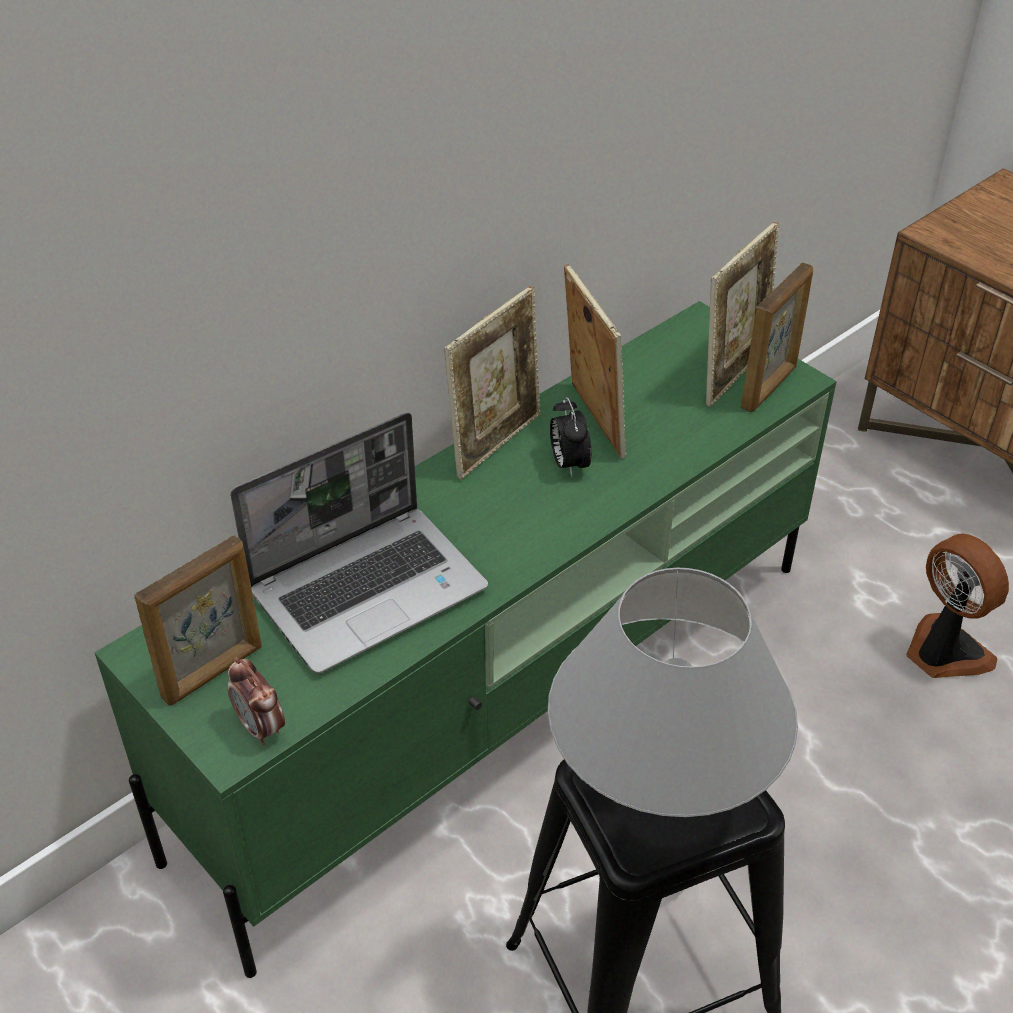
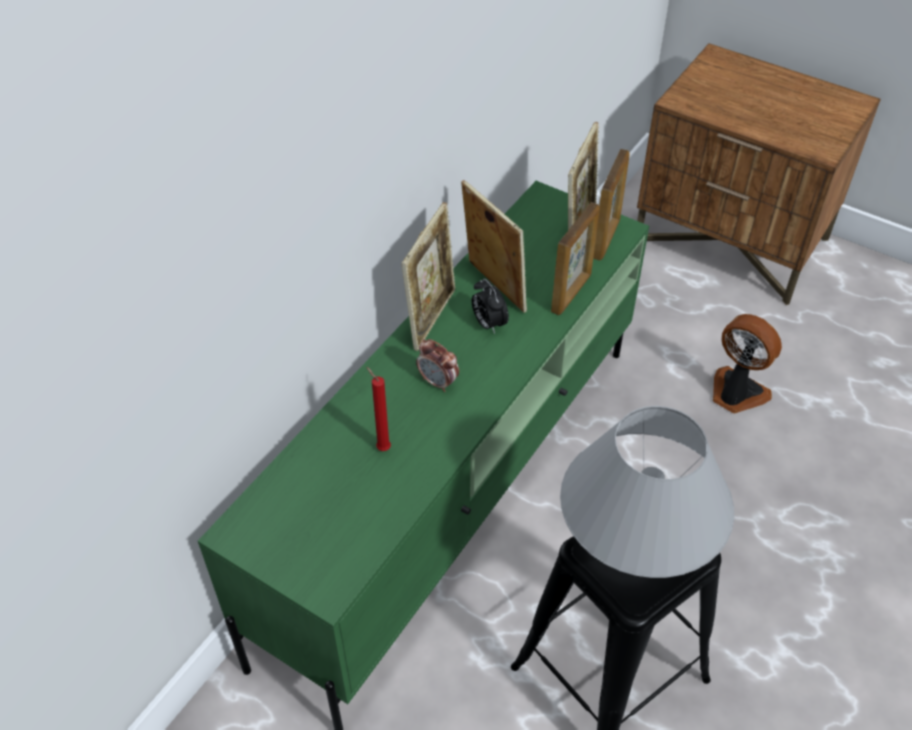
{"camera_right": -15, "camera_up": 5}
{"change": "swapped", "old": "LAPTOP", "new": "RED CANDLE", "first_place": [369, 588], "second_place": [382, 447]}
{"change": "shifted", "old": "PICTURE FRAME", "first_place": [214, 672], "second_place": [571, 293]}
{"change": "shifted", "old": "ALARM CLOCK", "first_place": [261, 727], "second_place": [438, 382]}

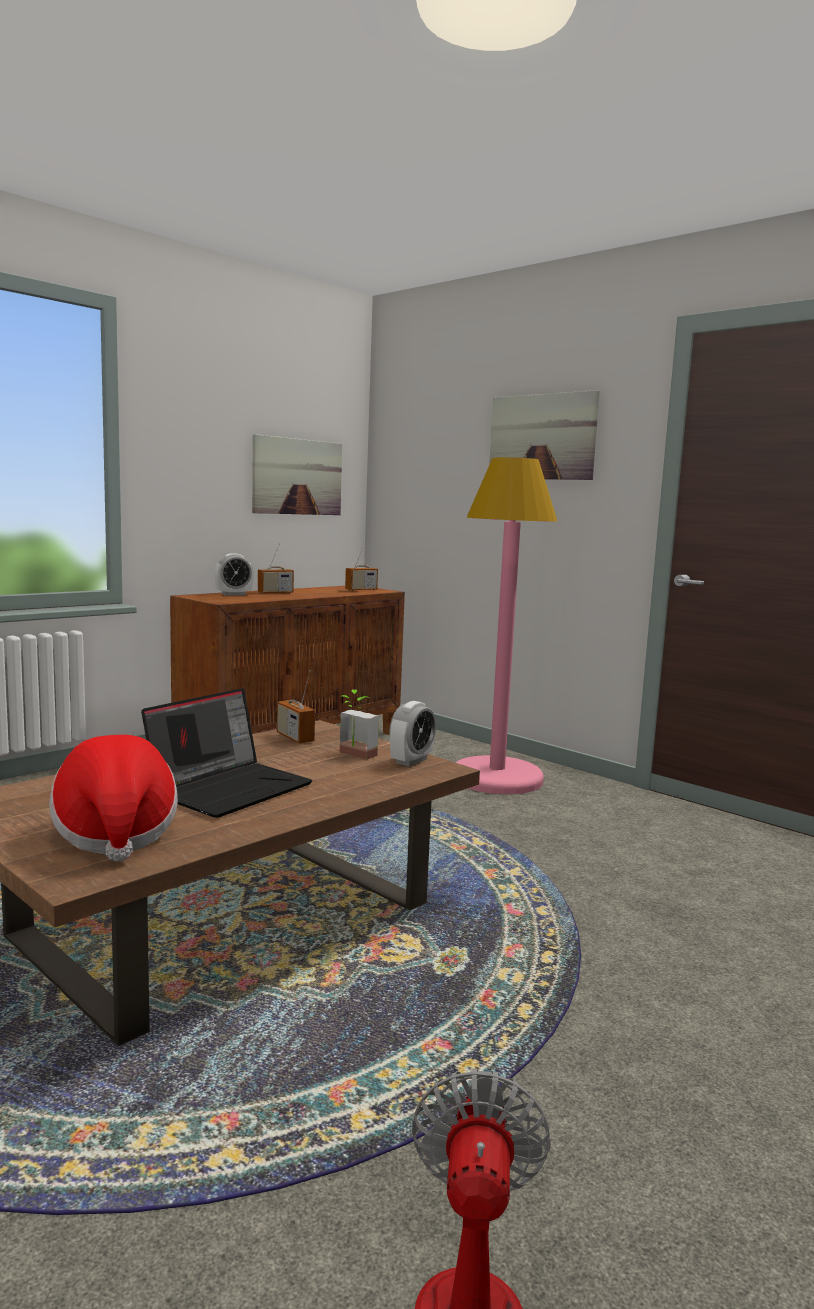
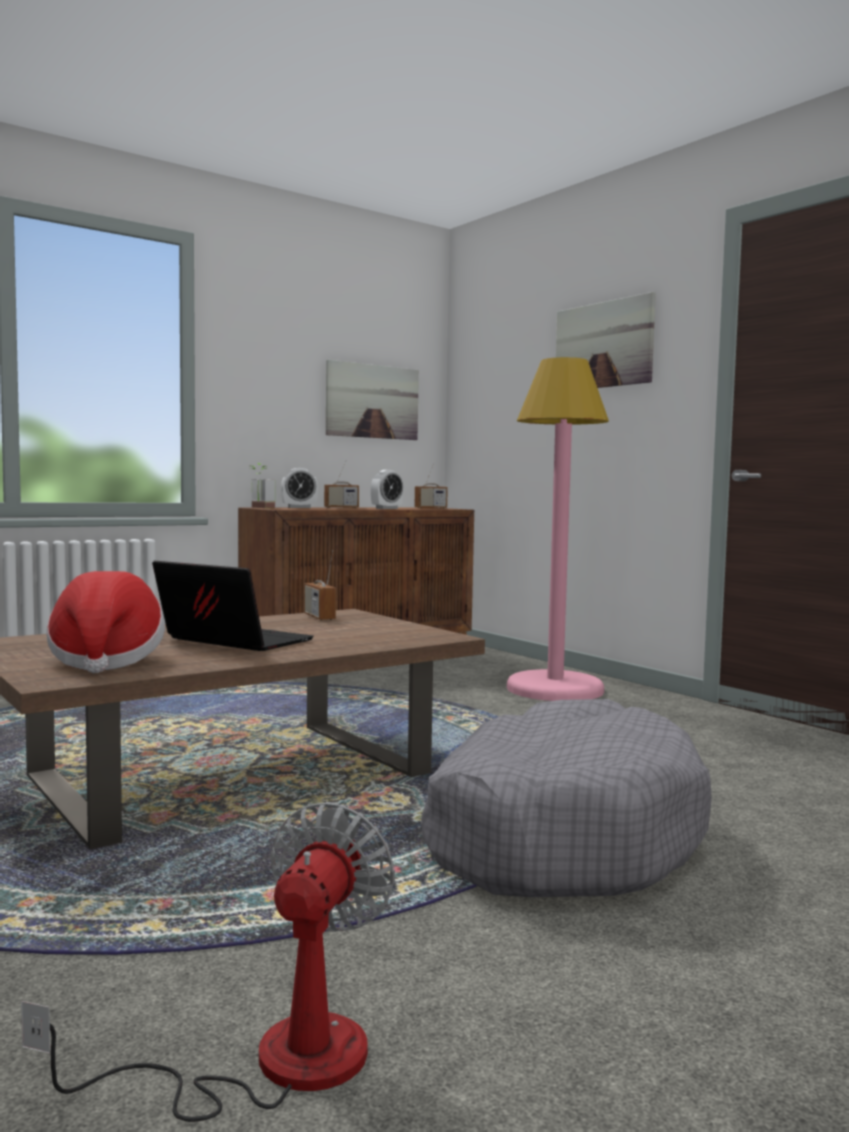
{"camera_right": 10, "camera_up": -5}
{"change": "rotated", "old": "LAPTOP", "first_place": [230, 788], "second_place": [231, 641], "degrees": -105}
{"change": "shifted", "old": "POTTED PLANT", "first_place": [353, 755], "second_place": [259, 507]}
{"change": "shifted", "old": "ALARM CLOCK", "first_place": [411, 761], "second_place": [386, 508]}
{"change": "new", "new": "GREY DOG BED", "second_place": [559, 834]}

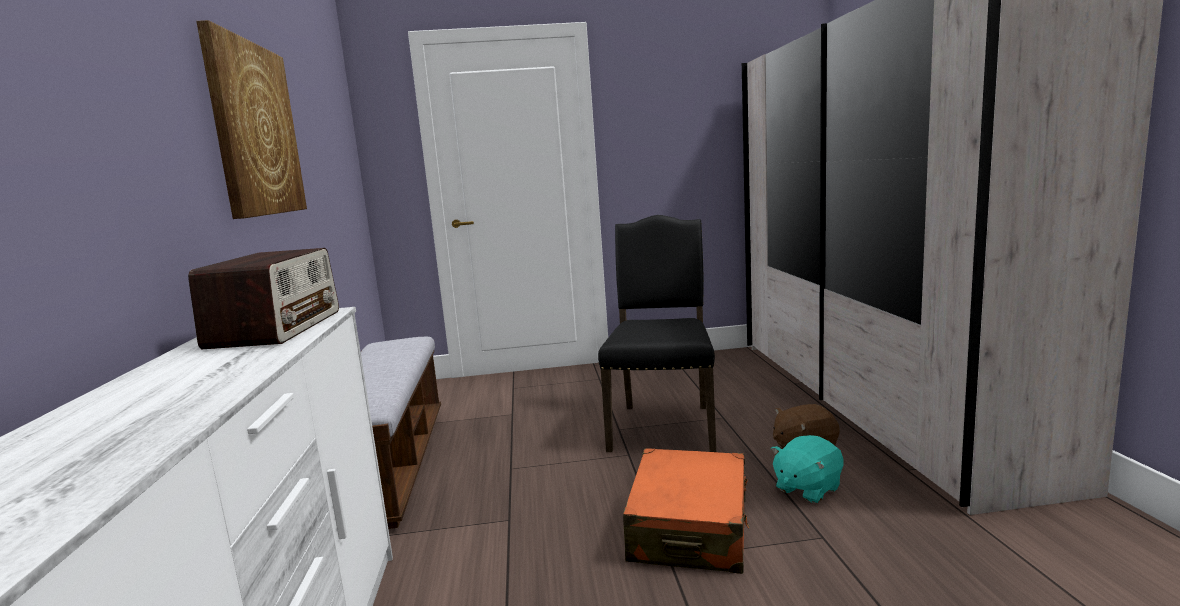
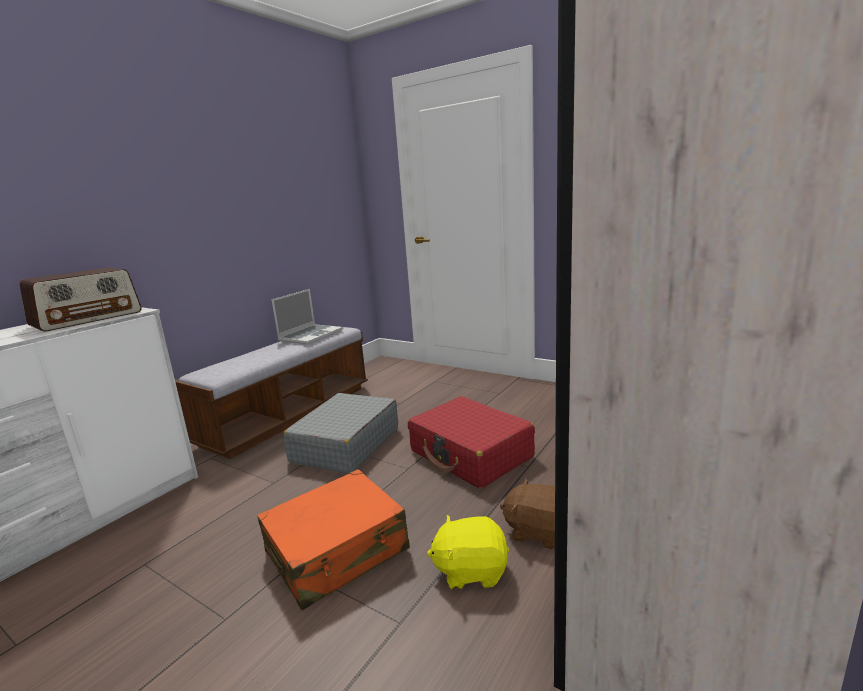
{"camera_right": 40, "camera_up": 5}
{"change": "gone", "old": "PICTURE", "first_place": [254, 130]}
{"change": "swapped", "old": "BLACK CHAIR", "new": "RED SUITCASE", "first_place": [663, 426], "second_place": [471, 454]}
{"change": "repainted", "old": "TURQUOISE PLUSH TOY", "new": "YELLOW PLUSH TOY", "first_place": [807, 488], "second_place": [471, 570]}
{"change": "new", "new": "LAPTOP", "second_place": [311, 335]}
{"change": "new", "new": "GREY SUITCASE", "second_place": [345, 445]}

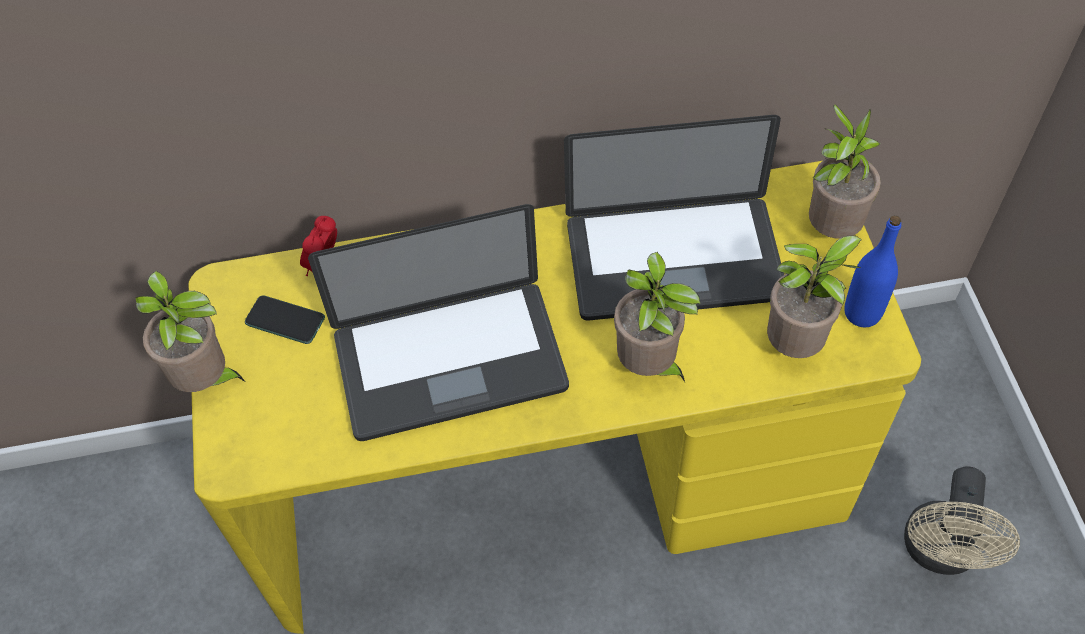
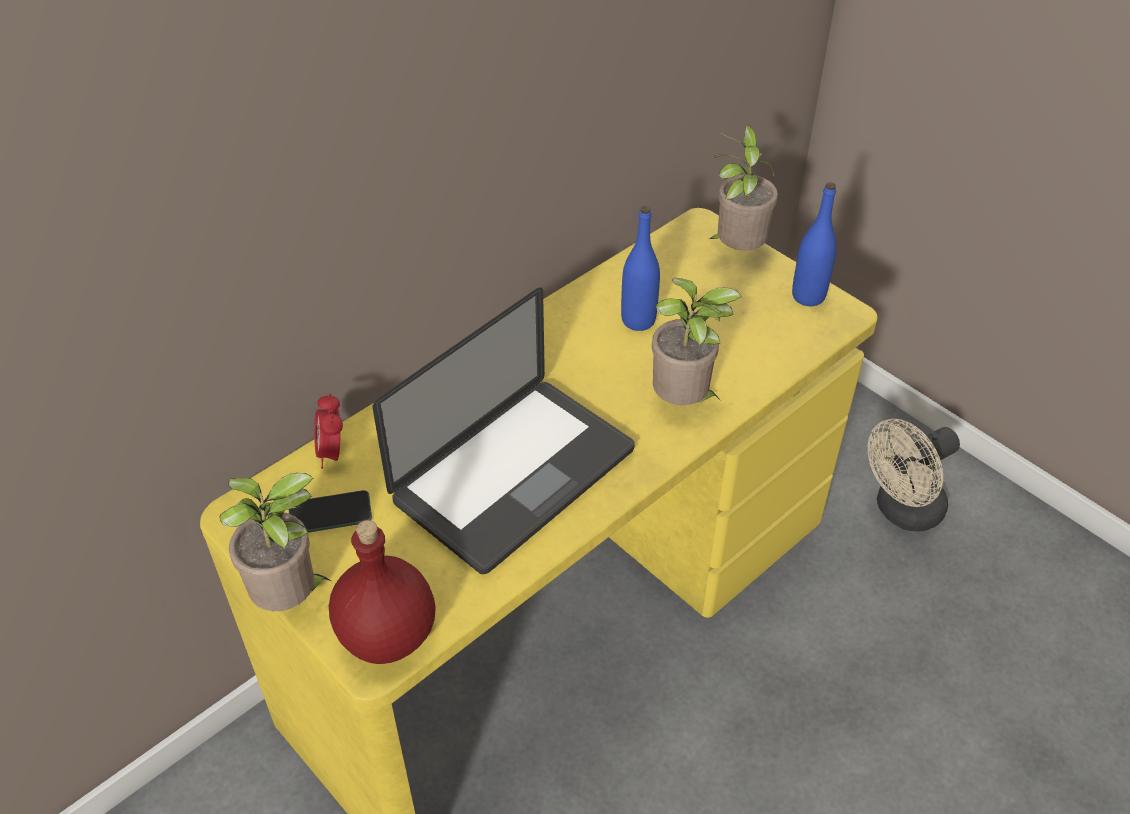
{"camera_right": -35, "camera_up": -10}
{"change": "swapped", "old": "LAPTOP", "new": "BLUE BOTTLE", "first_place": [674, 260], "second_place": [638, 320]}
{"change": "gone", "old": "POTTED PLANT", "first_place": [797, 345]}
{"change": "rotated", "old": "BEIGE FAN", "first_place": [940, 553], "second_place": [901, 511], "degrees": 75}
{"change": "new", "new": "RED BOTTLE", "second_place": [389, 635]}

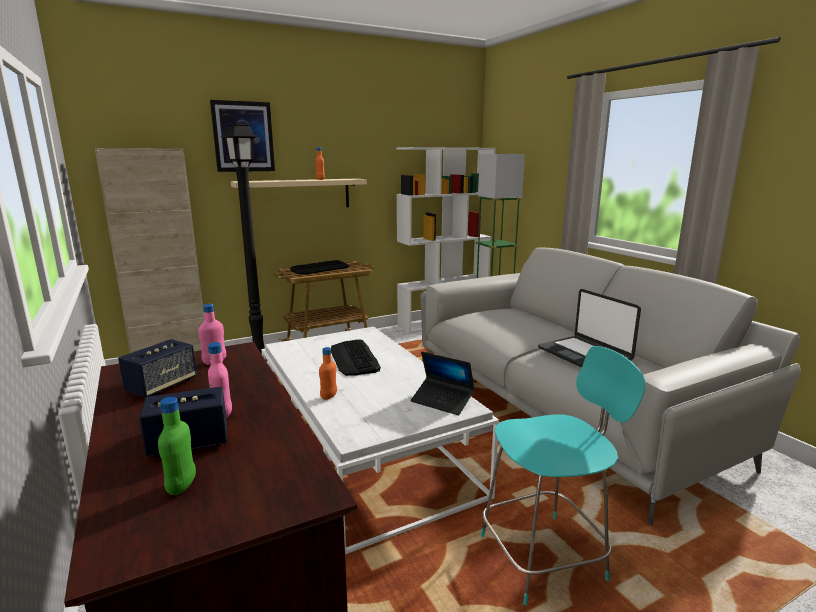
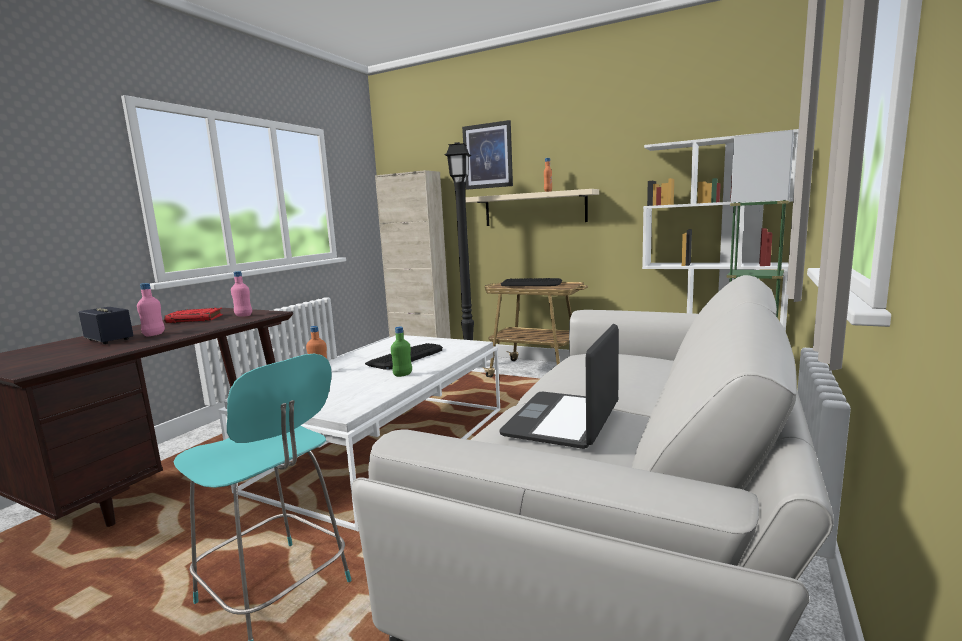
{"camera_right": 55, "camera_up": -5}
{"change": "swapped", "old": "SPEAKER", "new": "RED BOOK", "first_place": [162, 386], "second_place": [195, 319]}
{"change": "gone", "old": "LAPTOP", "first_place": [442, 401]}
{"change": "shifted", "old": "GREEN BOTTLE", "first_place": [182, 486], "second_place": [403, 375]}

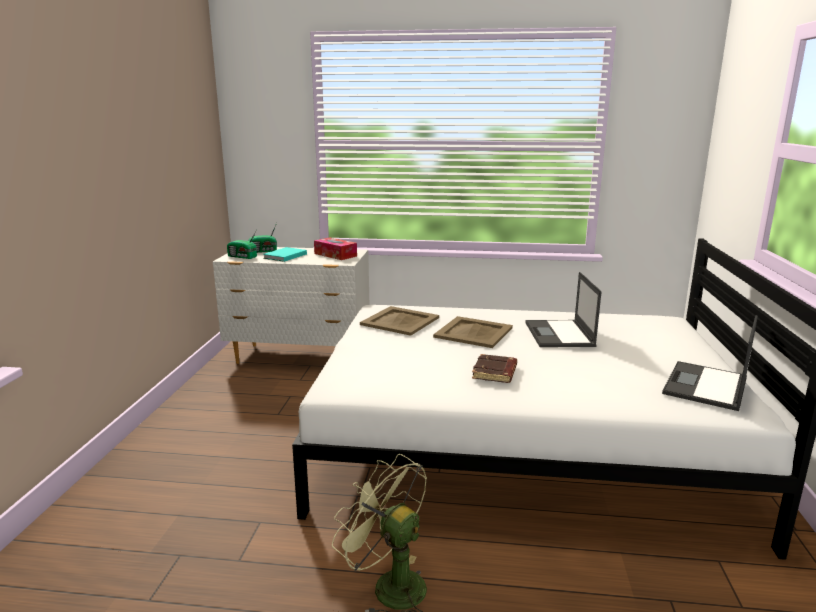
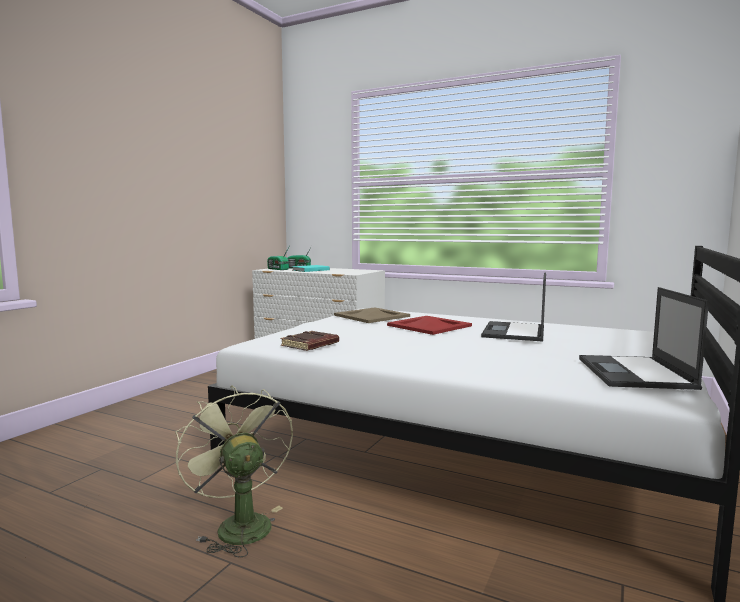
{"camera_right": 20, "camera_up": -10}
{"change": "gone", "old": "TISSUE BOX", "first_place": [335, 255]}
{"change": "rotated", "old": "LAPTOP", "first_place": [705, 386], "second_place": [635, 373], "degrees": -45}
{"change": "repainted", "old": "BEIGE TRAY", "new": "RED TRAY", "first_place": [472, 332], "second_place": [428, 325]}
{"change": "shifted", "old": "BROWN BOOK", "first_place": [495, 373], "second_place": [310, 345]}

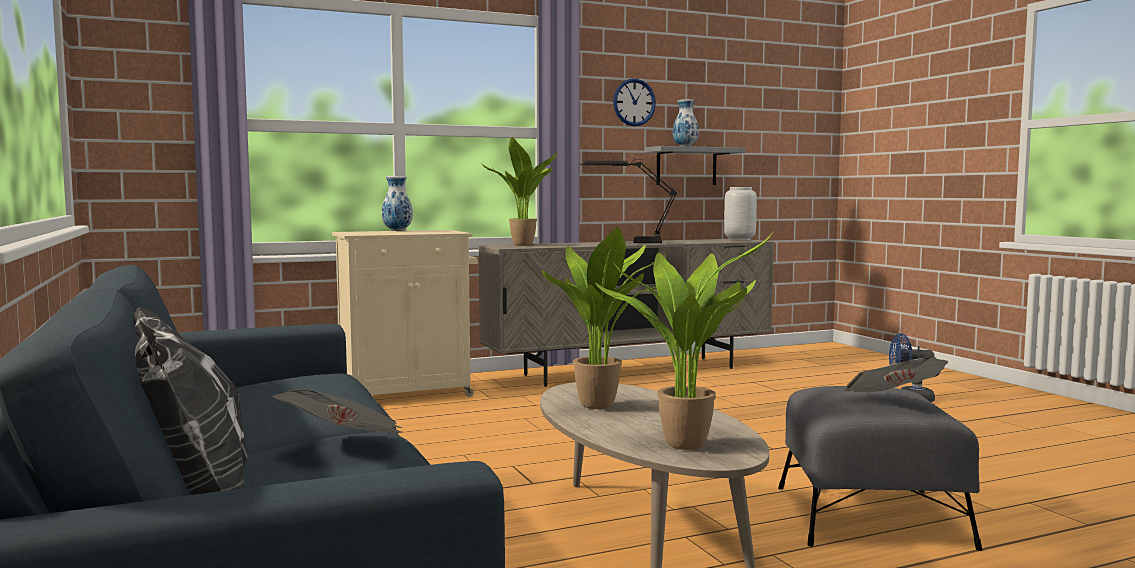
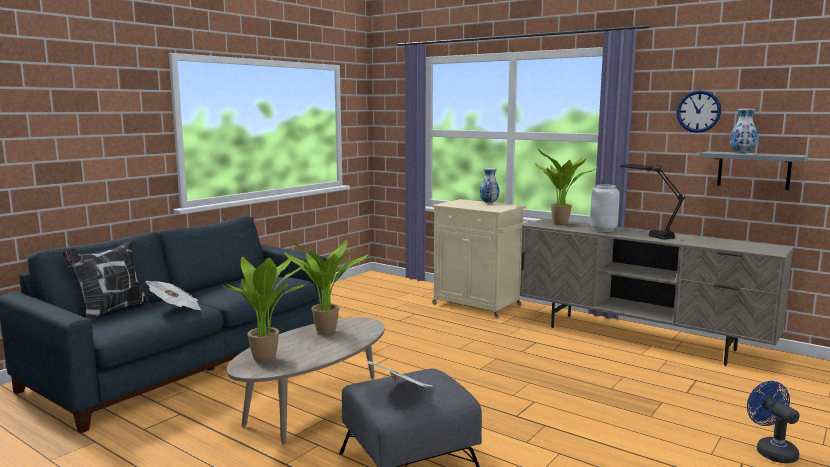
{"camera_right": 60, "camera_up": 5}
{"change": "shifted", "old": "GREY VASE", "first_place": [740, 239], "second_place": [603, 230]}

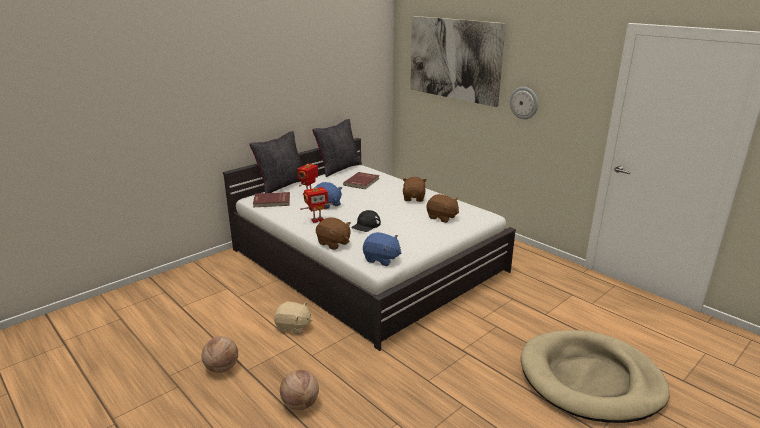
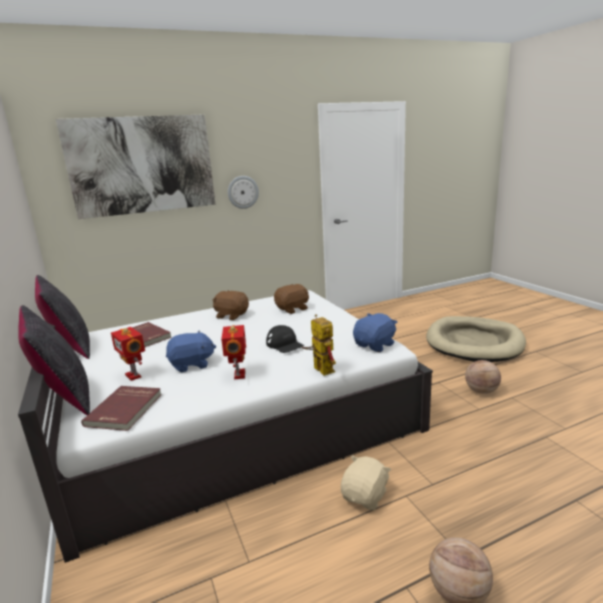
{"camera_right": -70, "camera_up": -5}
{"change": "swapped", "old": "BROWN PLUSH TOY", "new": "TOY ROBOT", "first_place": [333, 243], "second_place": [319, 368]}
{"change": "shifted", "old": "BASKETBALL", "first_place": [300, 404], "second_place": [481, 391]}

